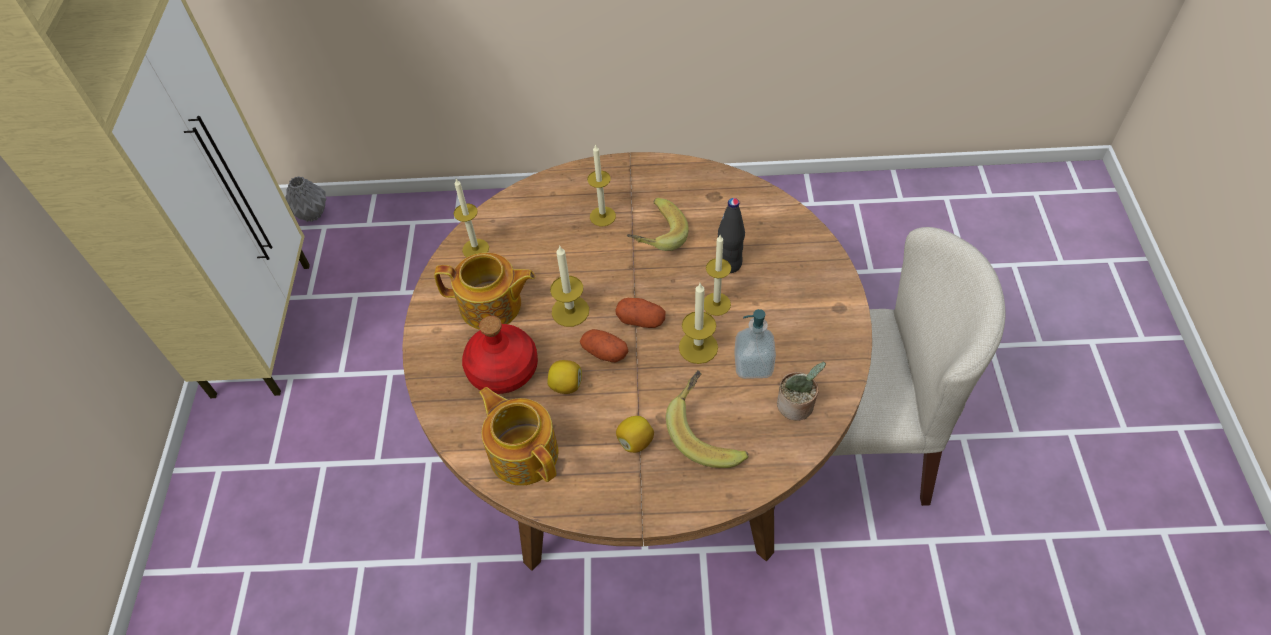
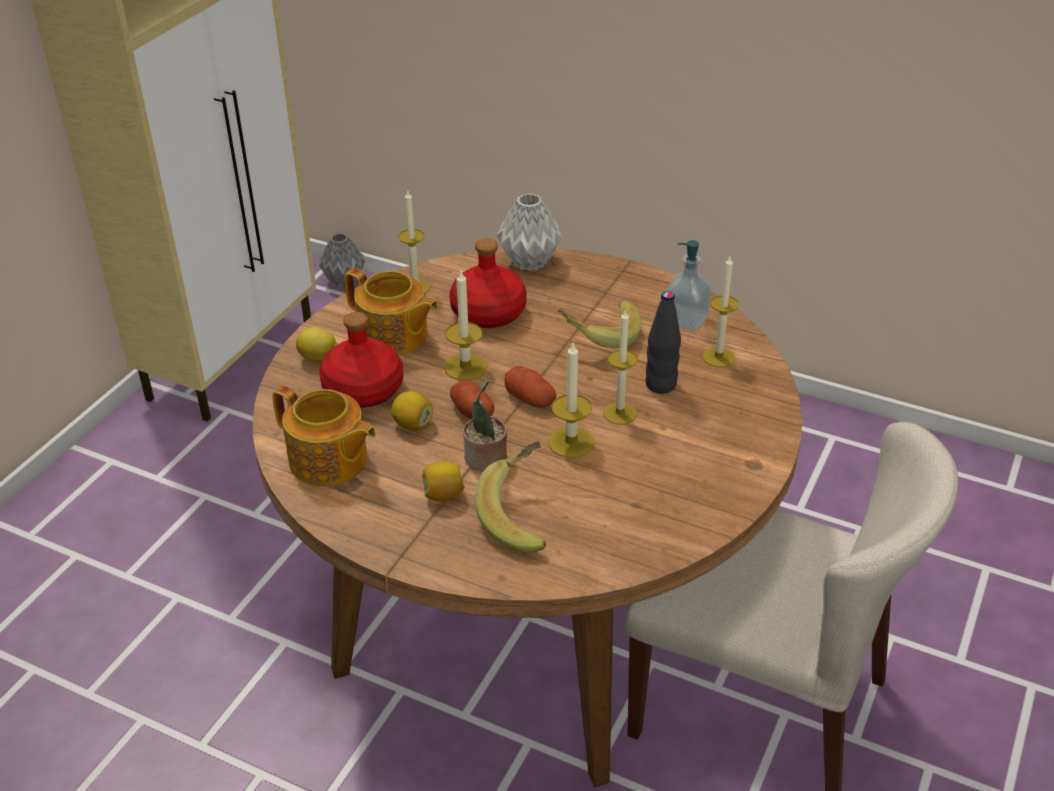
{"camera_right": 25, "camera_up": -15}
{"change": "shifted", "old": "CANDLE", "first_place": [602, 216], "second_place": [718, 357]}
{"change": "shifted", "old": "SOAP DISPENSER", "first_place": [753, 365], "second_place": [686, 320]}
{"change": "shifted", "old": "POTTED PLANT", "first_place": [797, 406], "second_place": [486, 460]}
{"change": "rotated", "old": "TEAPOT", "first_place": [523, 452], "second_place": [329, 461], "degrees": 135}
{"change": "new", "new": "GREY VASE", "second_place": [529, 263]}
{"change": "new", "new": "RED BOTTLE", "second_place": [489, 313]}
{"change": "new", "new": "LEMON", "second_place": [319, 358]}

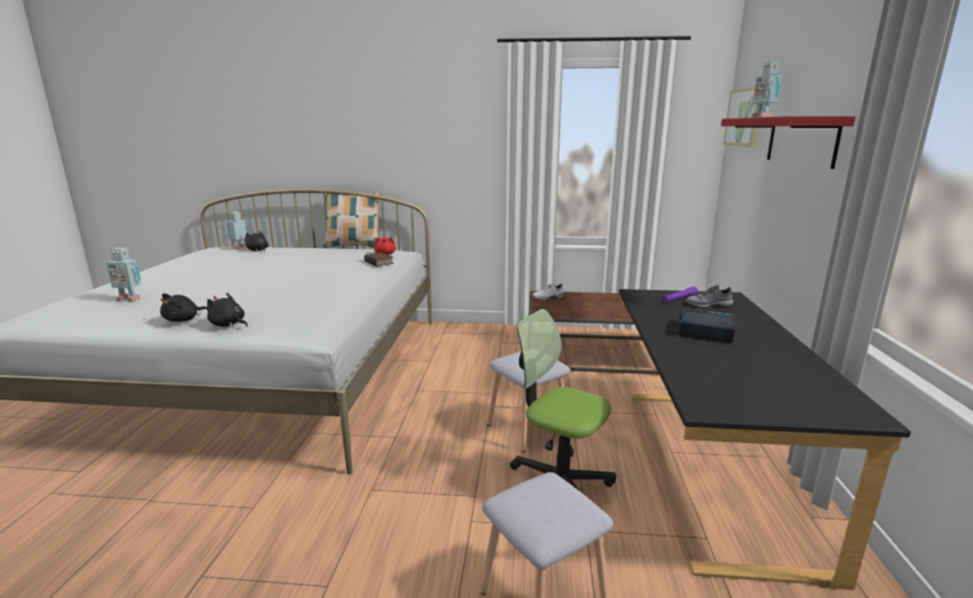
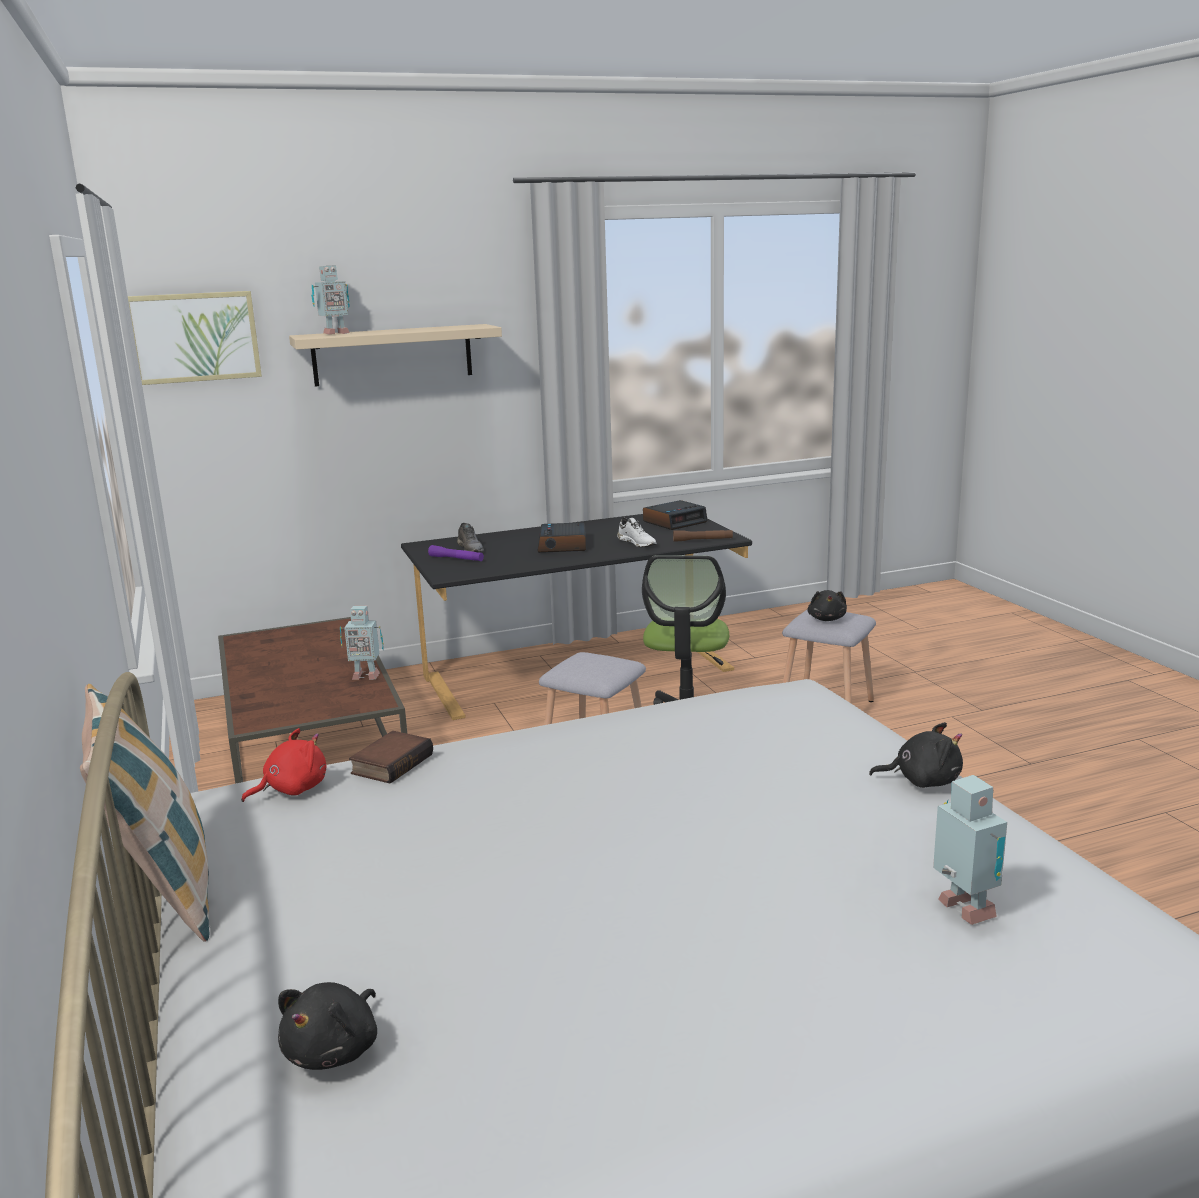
{"camera_right": -115, "camera_up": 0}
{"change": "repainted", "old": "RED SHELF", "new": "BEIGE SHELF", "first_place": [801, 141], "second_place": [392, 355]}
{"change": "shifted", "old": "TOY ROBOT", "first_place": [240, 248], "second_place": [365, 676]}
{"change": "shifted", "old": "WHITE SHOE", "first_place": [548, 297], "second_place": [637, 543]}
{"change": "shifted", "old": "BLACK PLUSH TOY", "first_place": [228, 325], "second_place": [827, 619]}
{"change": "new", "new": "ALARM CLOCK", "second_place": [675, 522]}
{"change": "new", "new": "BROWN FLASHLIGHT", "second_place": [702, 540]}

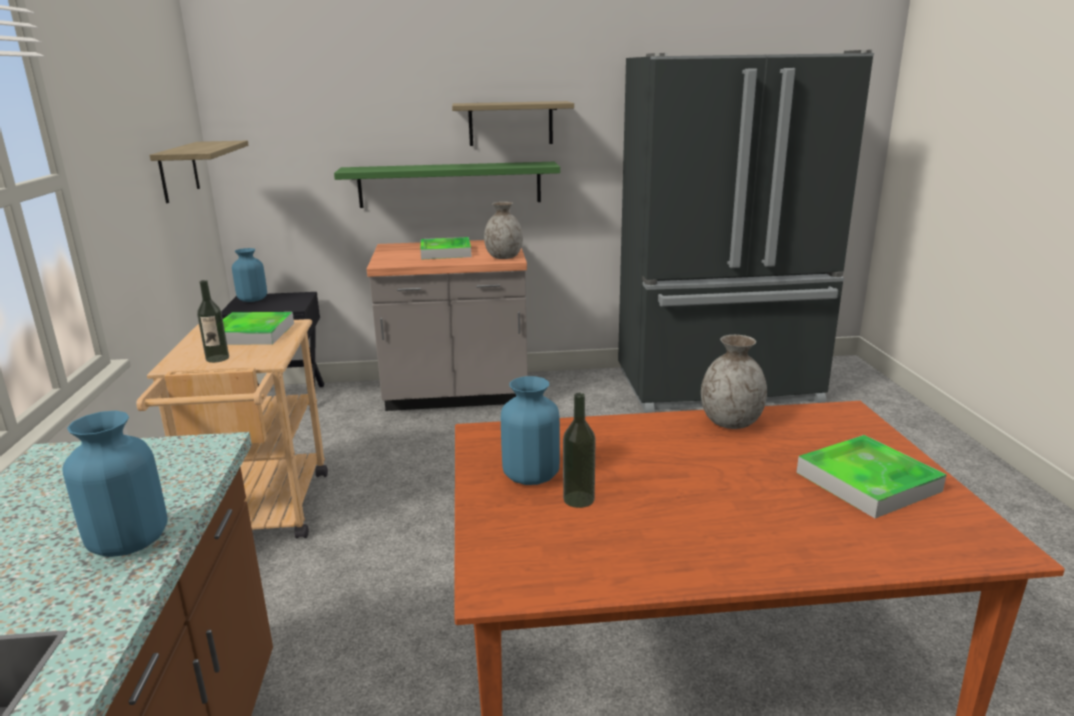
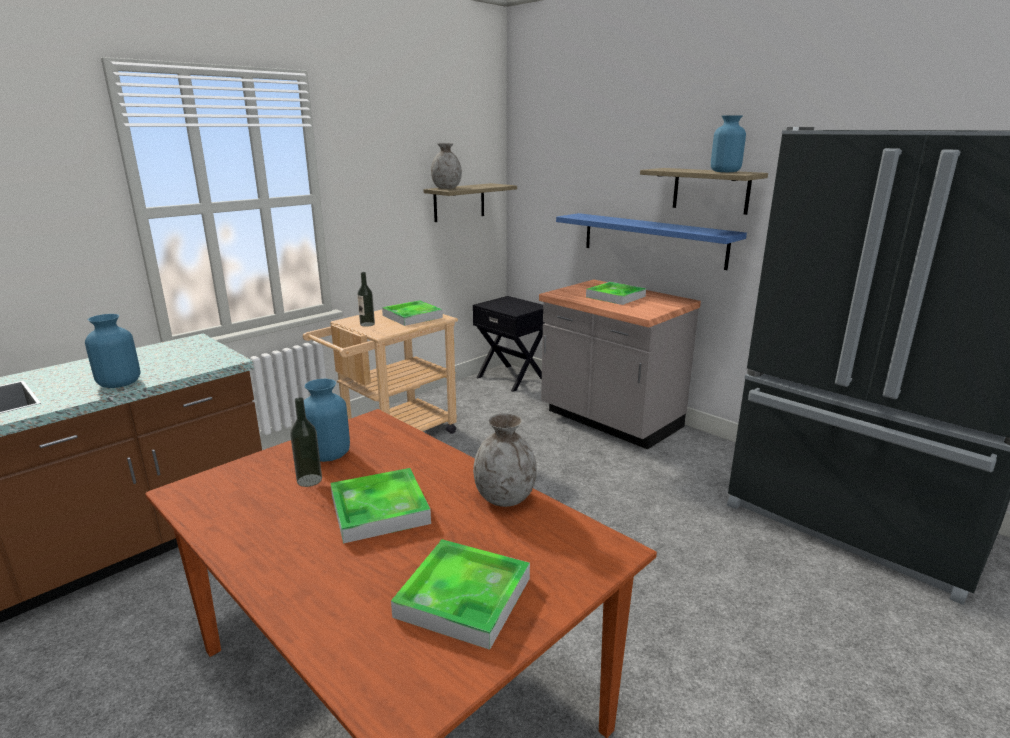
{"camera_right": 50, "camera_up": 0}
{"change": "repainted", "old": "GREEN SHELF", "new": "BLUE SHELF", "first_place": [450, 184], "second_place": [652, 240]}
{"change": "shifted", "old": "GREY VASE", "first_place": [504, 257], "second_place": [447, 188]}
{"change": "shifted", "old": "BLUE VASE", "first_place": [252, 299], "second_place": [725, 171]}
{"change": "new", "new": "TRAY", "second_place": [379, 509]}

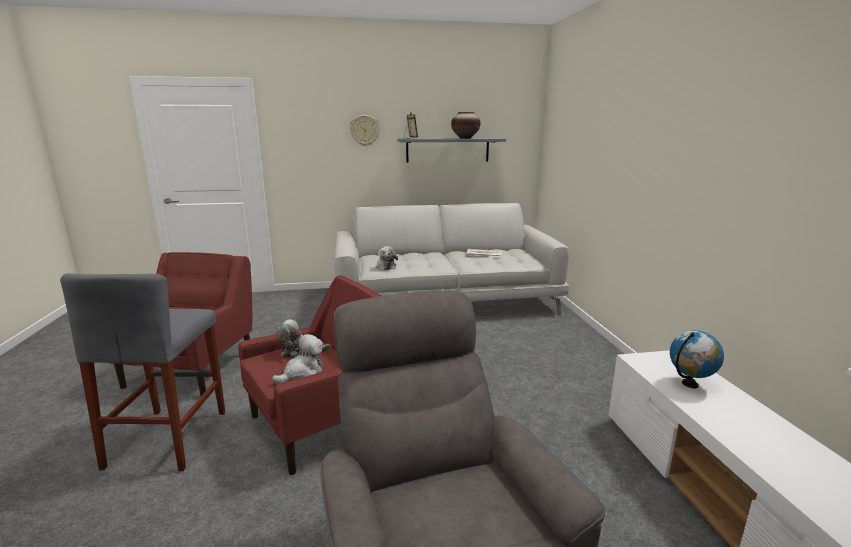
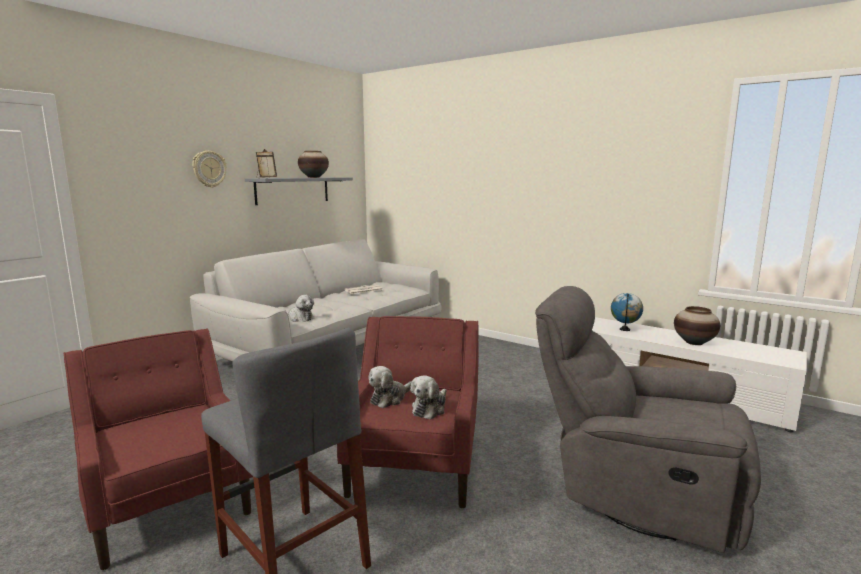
{"camera_right": -45, "camera_up": -5}
{"change": "rotated", "old": "PLUSH TOY", "first_place": [302, 373], "second_place": [430, 408], "degrees": -150}
{"change": "new", "new": "VASE", "second_place": [694, 342]}

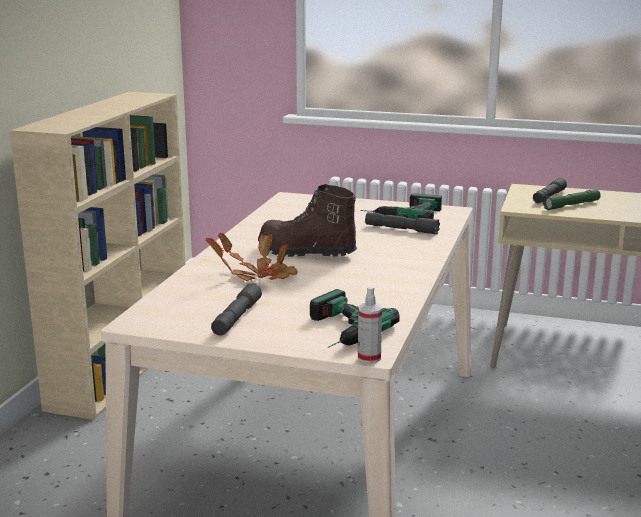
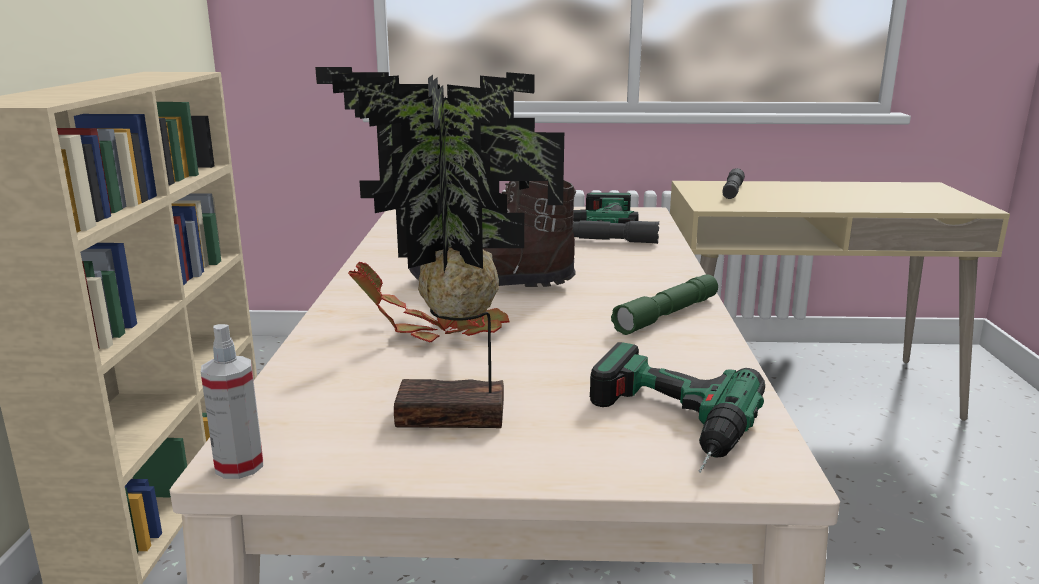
{"camera_right": -15, "camera_up": 0}
{"change": "shifted", "old": "GREEN FLASHLIGHT", "first_place": [571, 205], "second_place": [667, 315]}
{"change": "swapped", "old": "GREY FLASHLIGHT", "new": "POTTED PLANT", "first_place": [237, 317], "second_place": [453, 419]}
{"change": "shifted", "old": "SPRAY BOTTLE", "first_place": [369, 358], "second_place": [239, 466]}

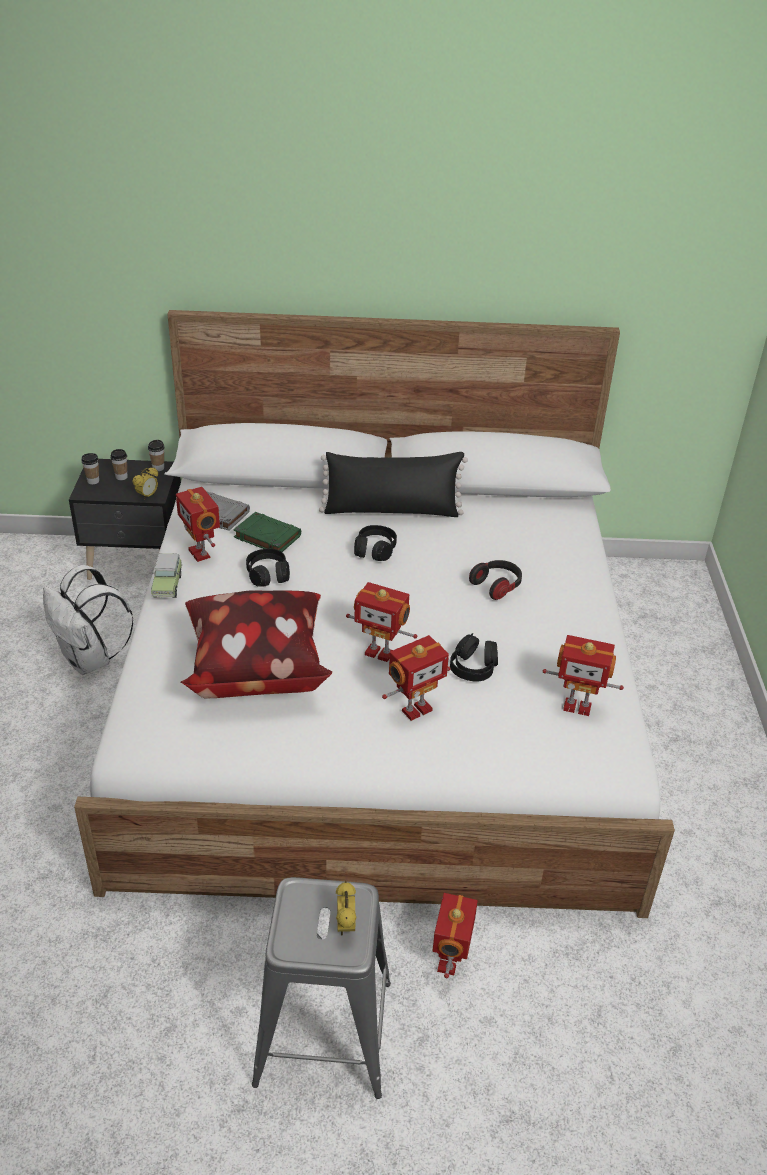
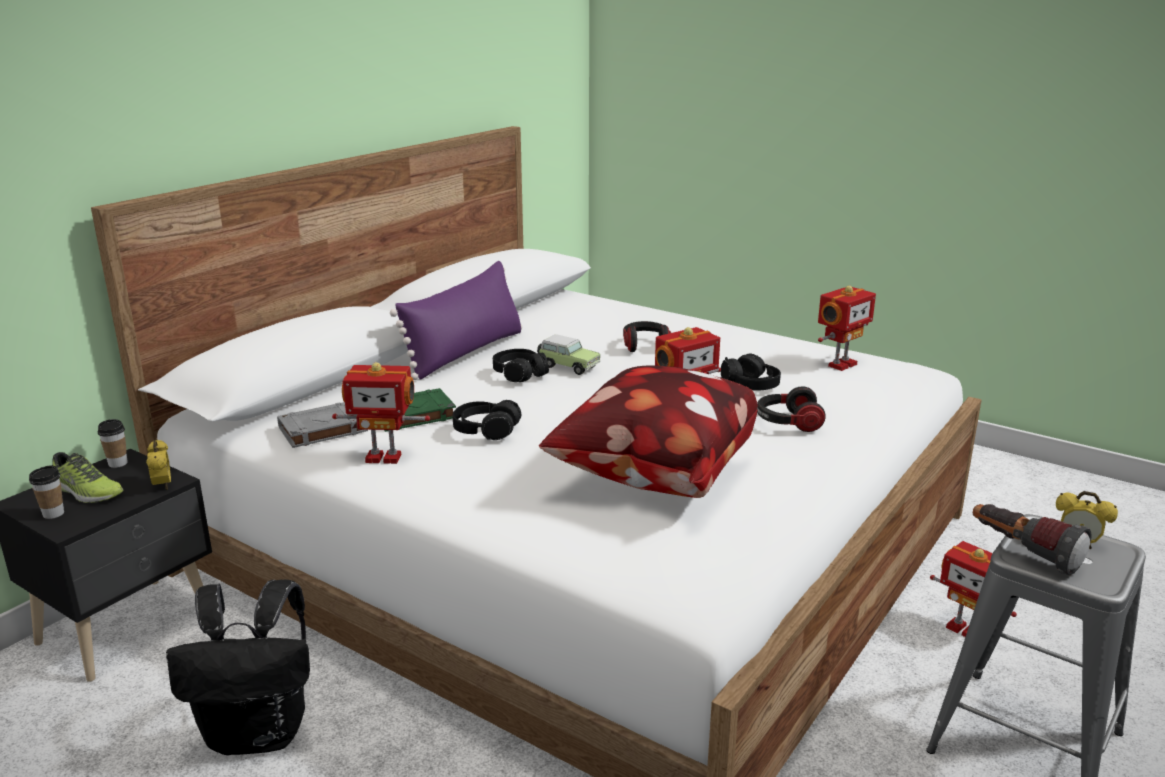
{"camera_right": -55, "camera_up": -15}
{"change": "swapped", "old": "CUP", "new": "SHOE", "first_place": [121, 477], "second_place": [86, 492]}
{"change": "repainted", "old": "BLACK PILLOW", "new": "PURPLE PILLOW", "first_place": [391, 511], "second_place": [466, 352]}
{"change": "shifted", "old": "TOY CAR", "first_place": [167, 585], "second_place": [567, 366]}
{"change": "repainted", "old": "WHITE BACKPACK", "new": "BLACK BACKPACK", "first_place": [90, 660], "second_place": [260, 733]}
{"change": "swapped", "old": "TOY ROBOT", "new": "HEADPHONES", "first_place": [415, 709], "second_place": [787, 423]}
{"change": "new", "new": "FLASHLIGHT", "second_place": [1023, 553]}

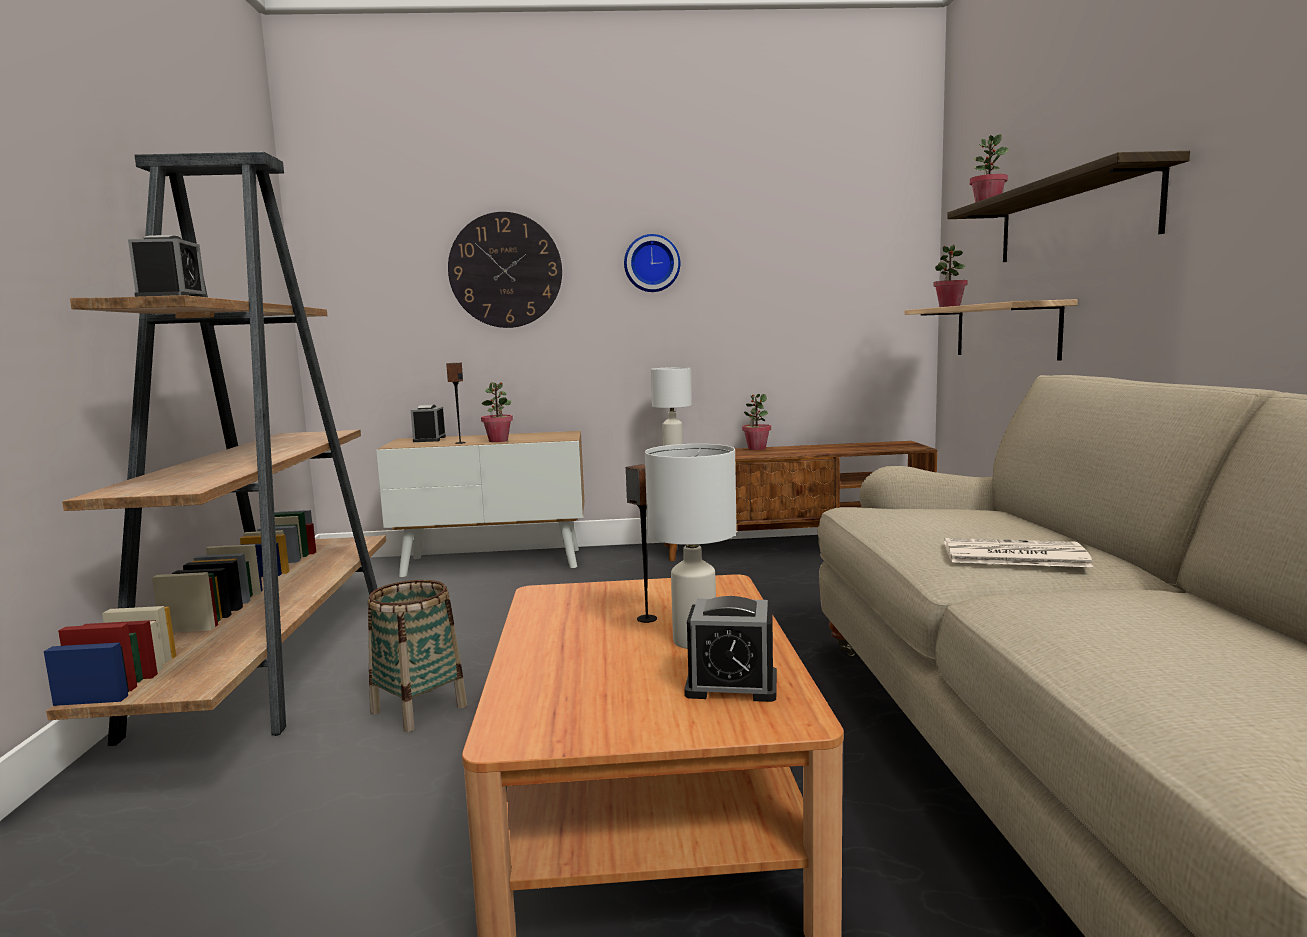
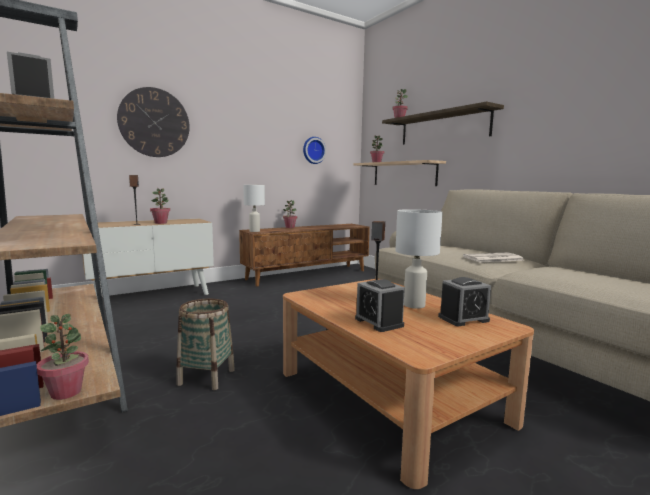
{"camera_right": -30, "camera_up": 0}
{"change": "shifted", "old": "WALL CLOCK", "first_place": [651, 263], "second_place": [313, 150]}
{"change": "shifted", "old": "ALARM CLOCK", "first_place": [429, 439], "second_place": [379, 322]}
{"change": "new", "new": "POTTED PLANT", "second_place": [66, 392]}

